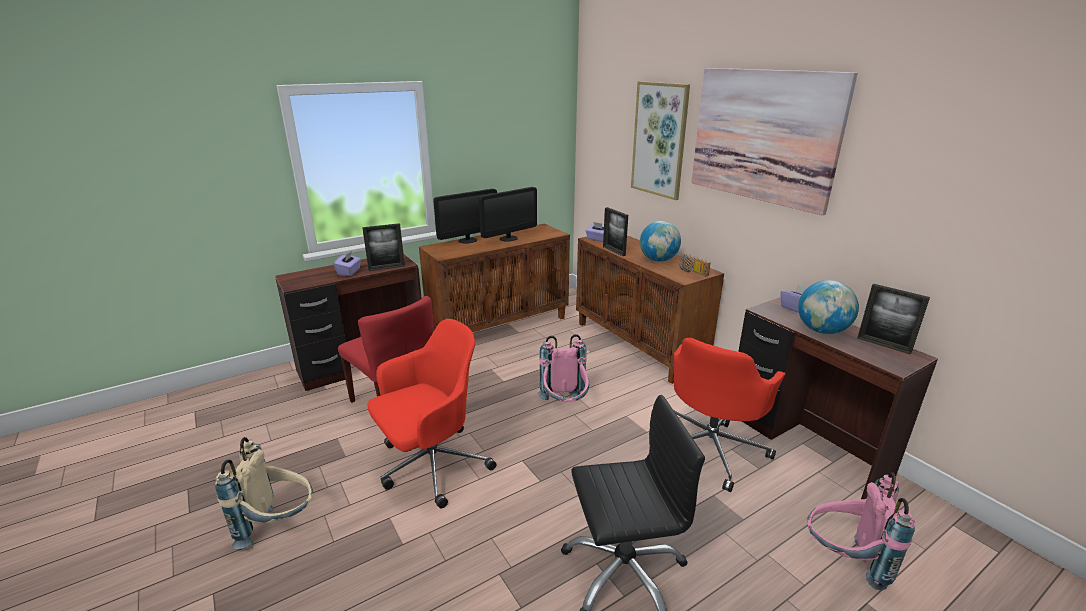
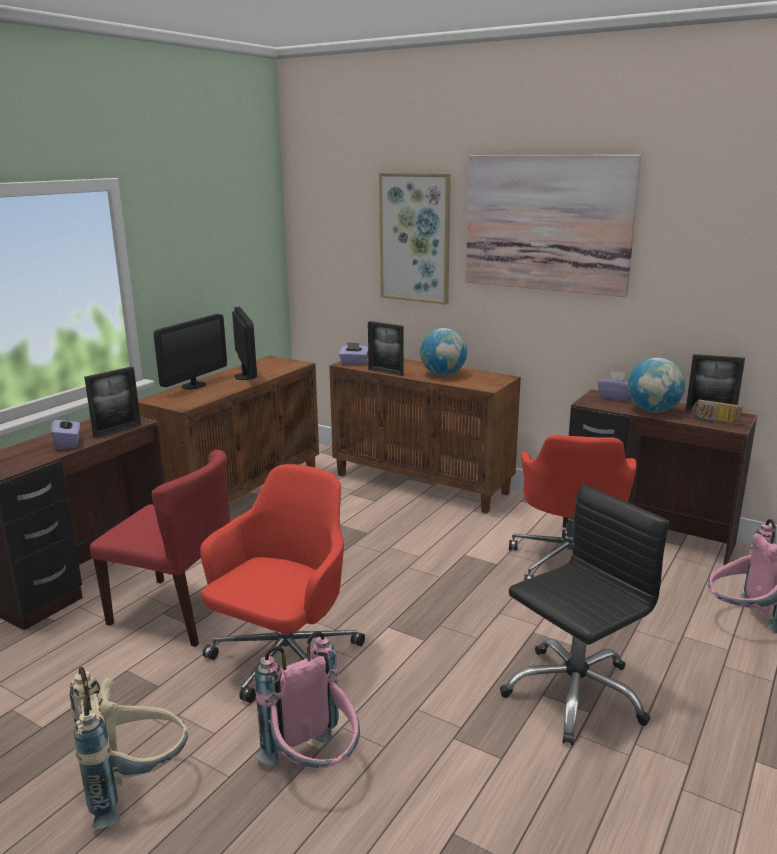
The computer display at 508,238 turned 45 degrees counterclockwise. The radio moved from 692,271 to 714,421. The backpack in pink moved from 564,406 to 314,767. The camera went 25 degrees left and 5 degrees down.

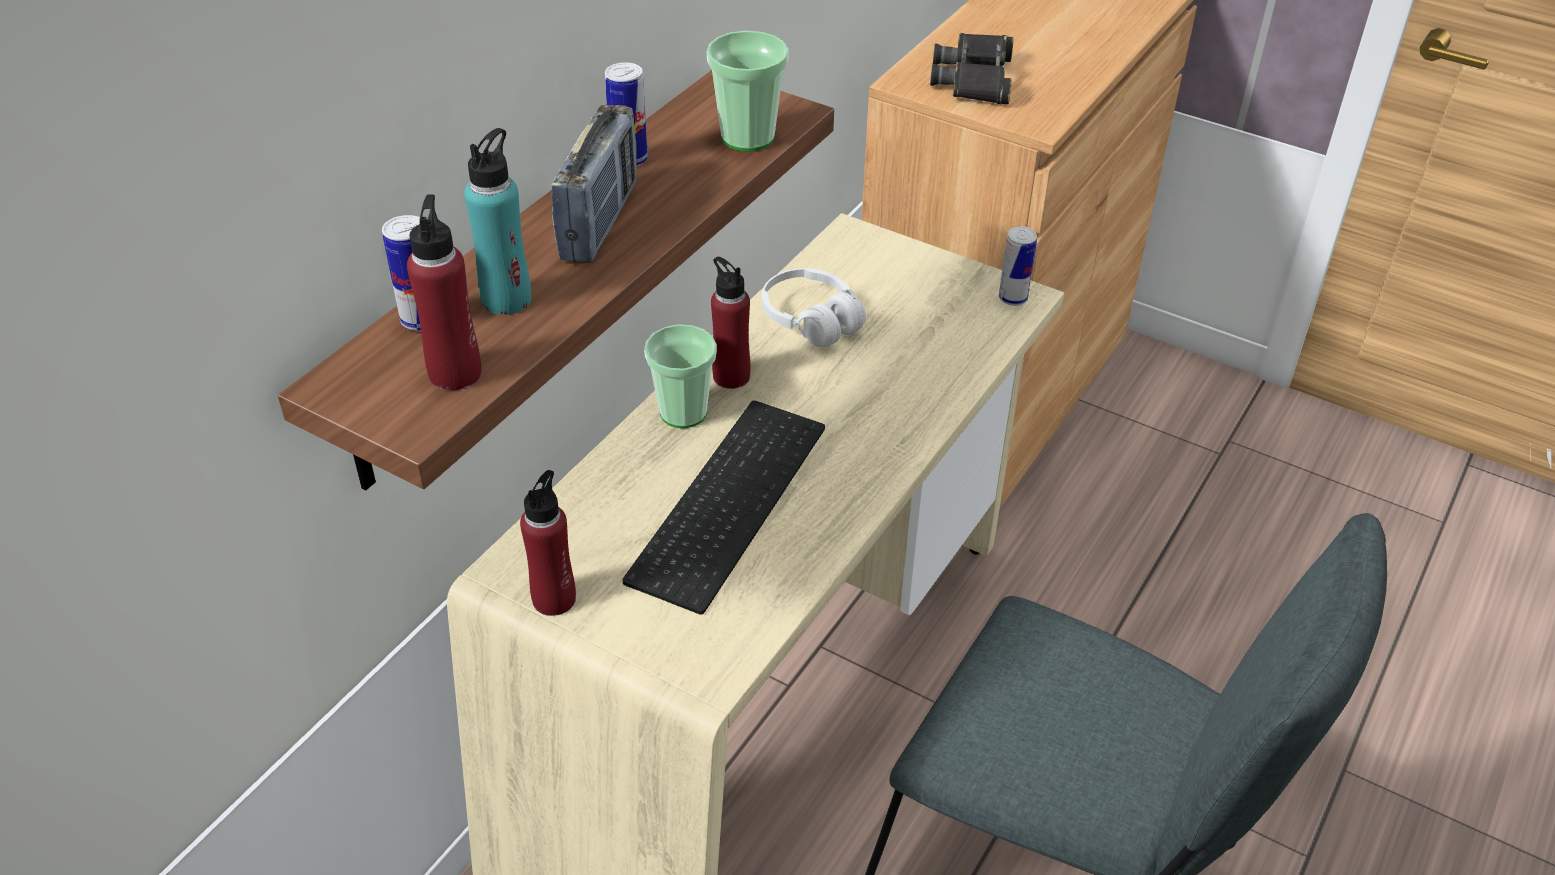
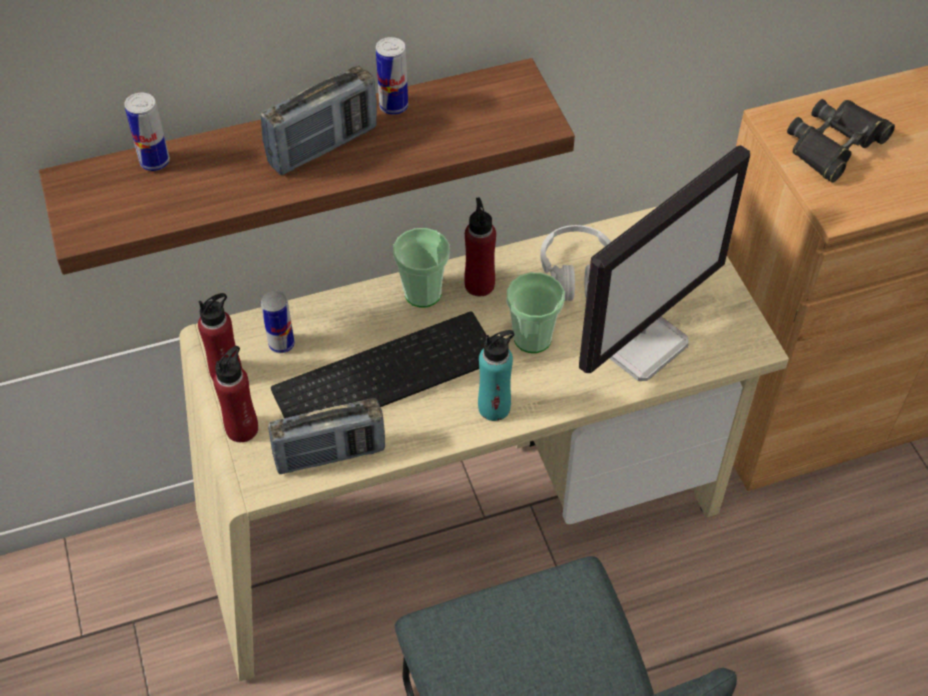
The drinking cup moved from 748,137 to 532,338. The bottle in turquoise-coloured moved from 506,299 to 494,407. The bottle in red-coloured moved from 455,373 to 242,428. The sealed can moved from 1013,298 to 281,344. The computer display at 640,341 appeared. The radio at 330,455 appeared. The camera went 40 degrees right and 10 degrees up.

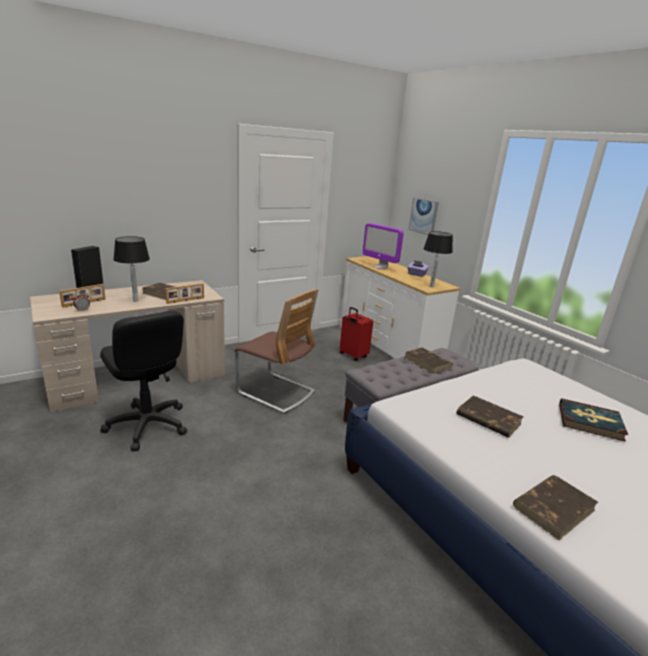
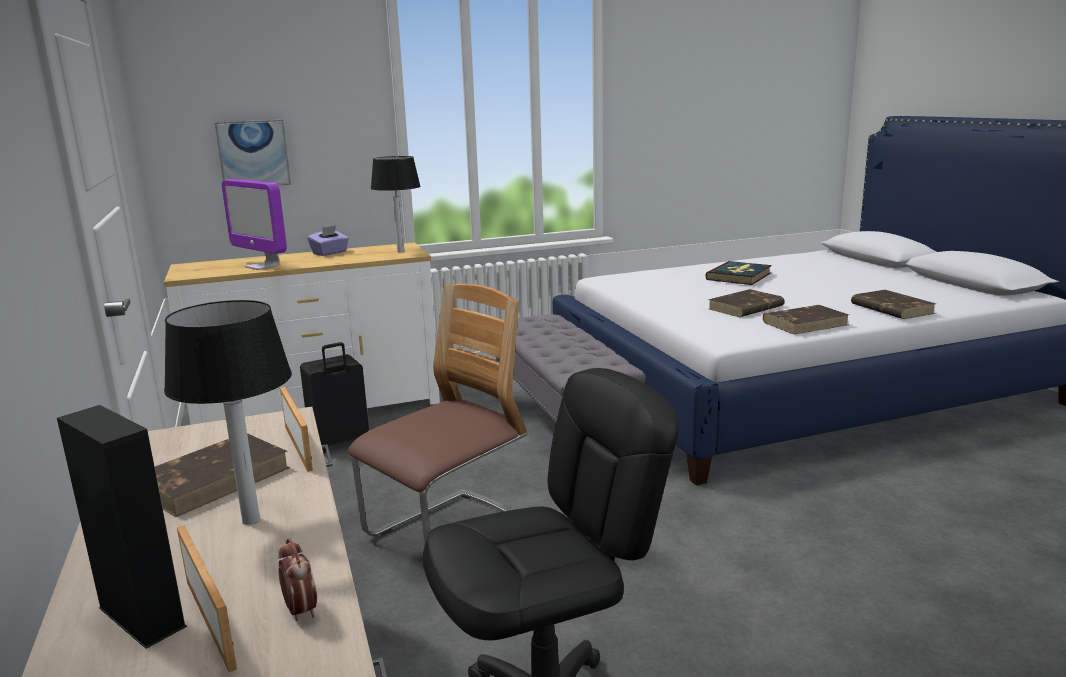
The computer display at 379,267 turned 75 degrees clockwise. The piece of luggage in red-coloured at 352,356 became the piece of luggage in black-coloured at 339,444. The volume in brown moved from 428,362 to 805,323. The camera went 75 degrees left and 5 degrees down.

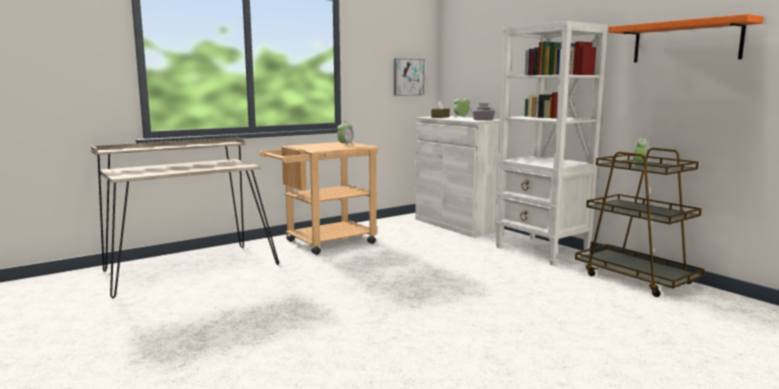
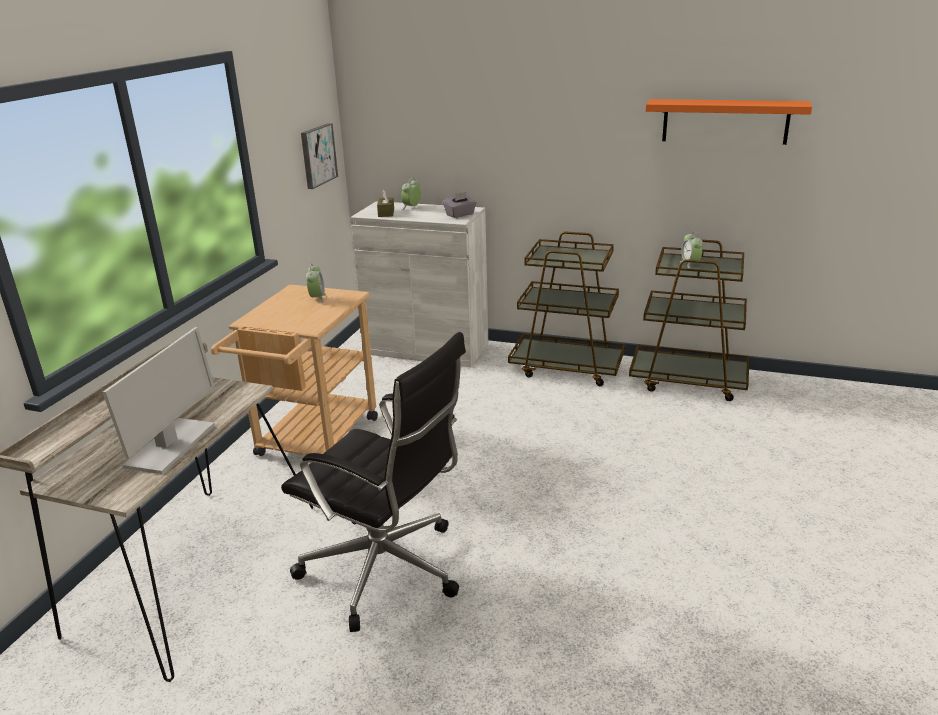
The bookcase in white at 542,251 was replaced by the trolley in brown at 567,367. The computer display at 171,446 appeared. The computer chair in black-coloured at 386,570 appeared. The camera went 35 degrees left and 15 degrees up.

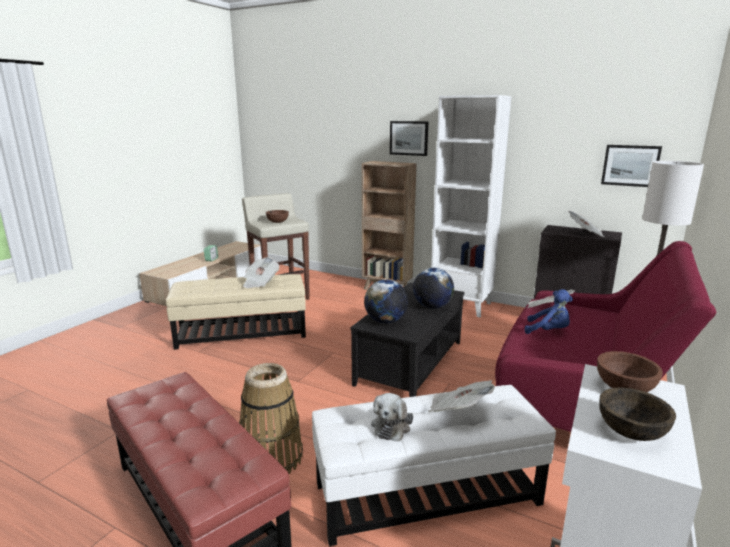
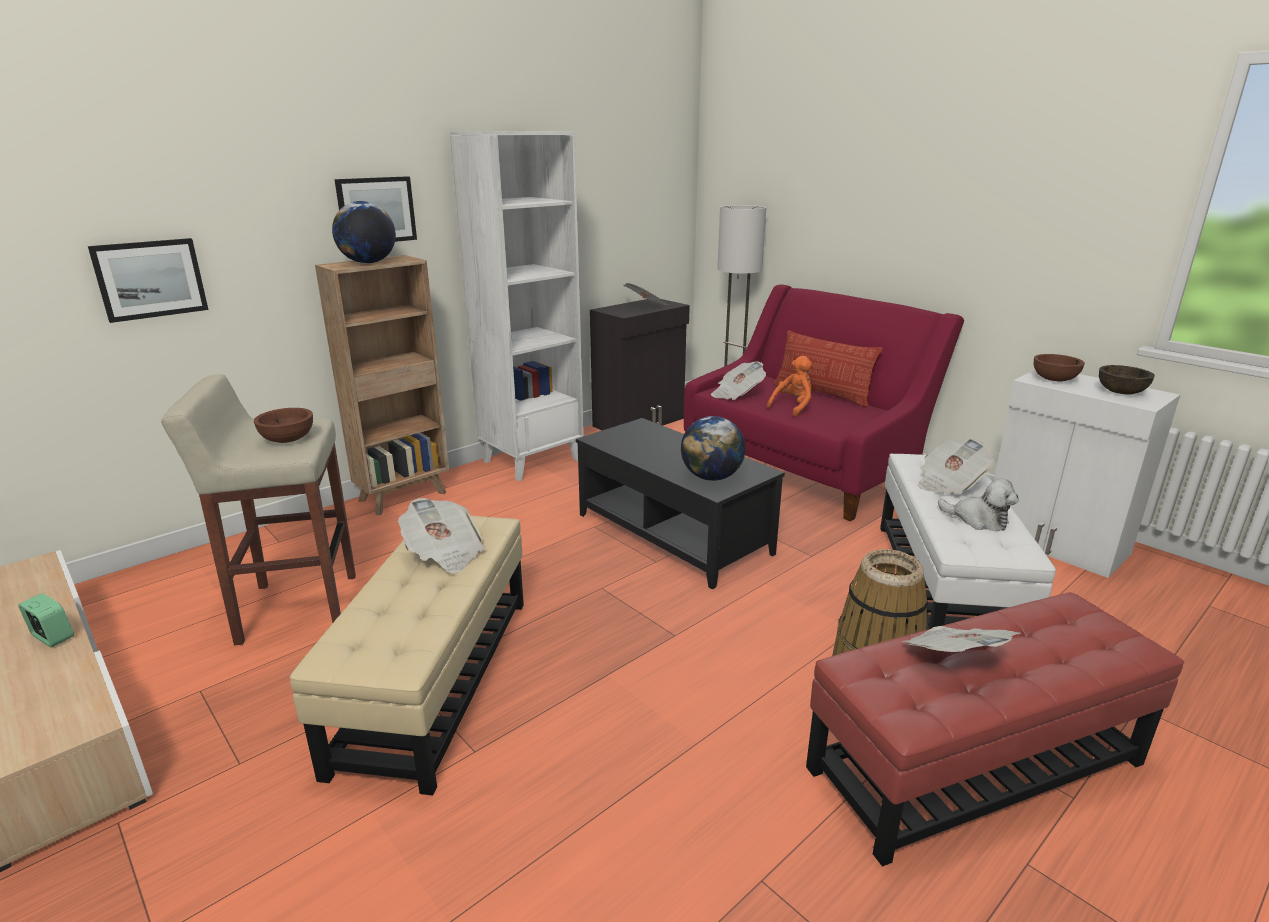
The wall art moved from 630,165 to 150,279. The desk globe moved from 432,306 to 368,263. The plush toy in blue-coloured at 548,331 became the plush toy in orangey at 793,407. The pillow at 822,393 appeared. The daily paper at 953,659 appeared. The camera went 70 degrees left and 5 degrees up.

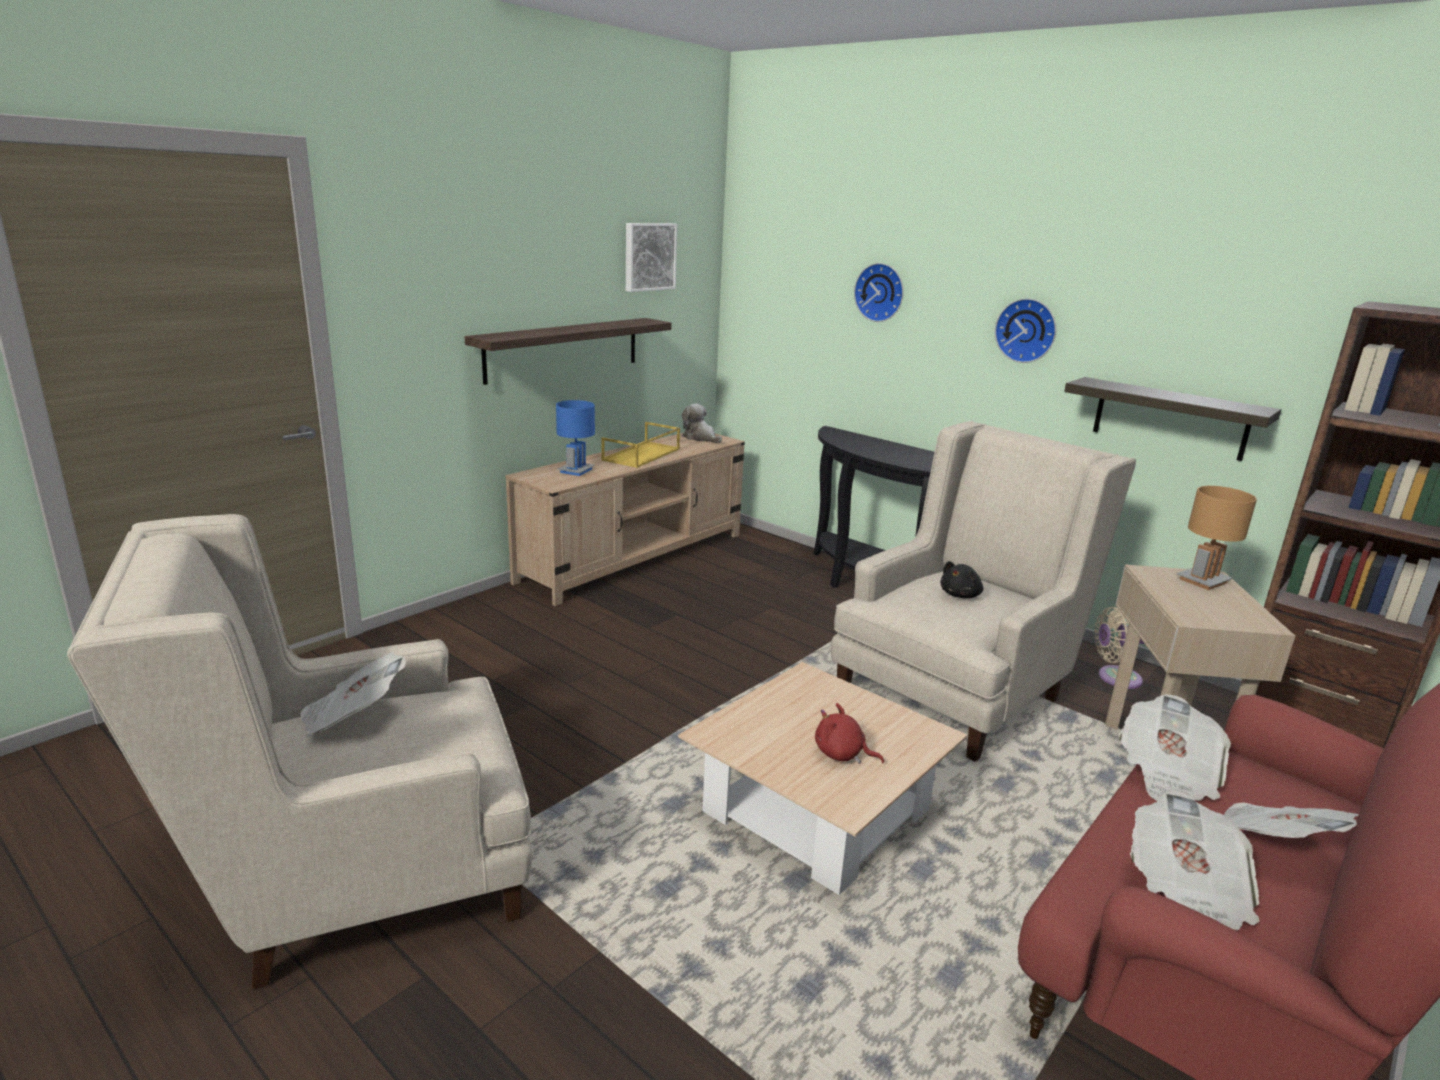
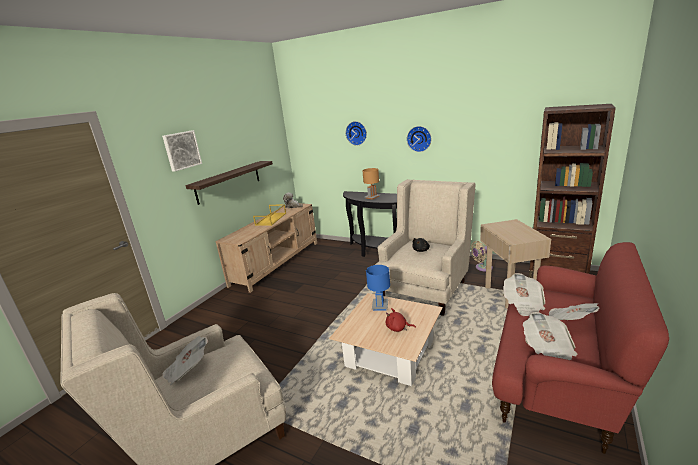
The wall art moved from 648,256 to 181,150. The wall shelf at 1170,418 disappeared. The table lamp in blue-coloured moved from 576,470 to 380,306. The table lamp in brown moved from 1202,580 to 372,197. The camera went 10 degrees left and 0 degrees up.

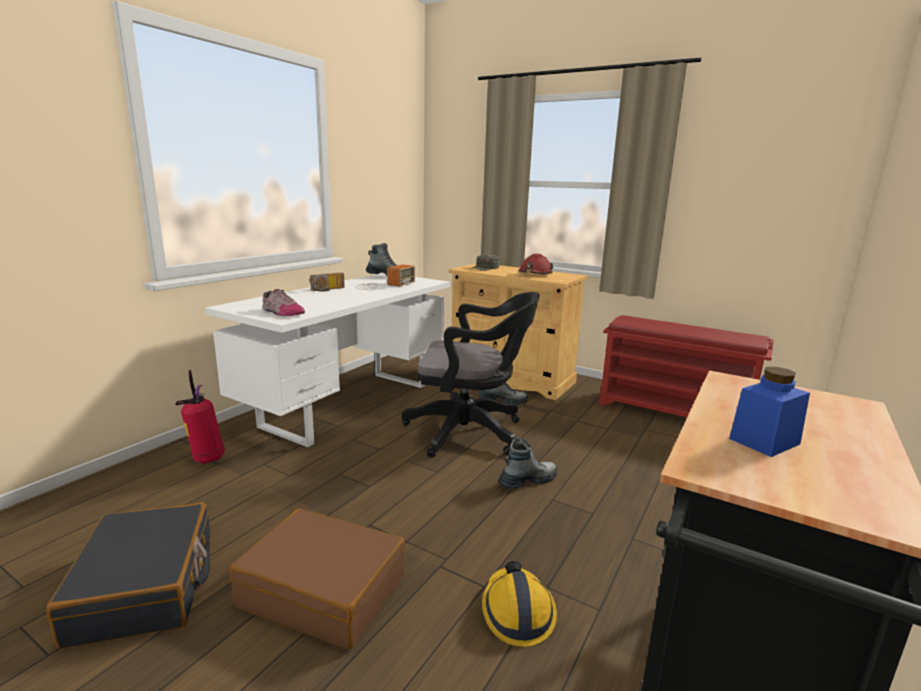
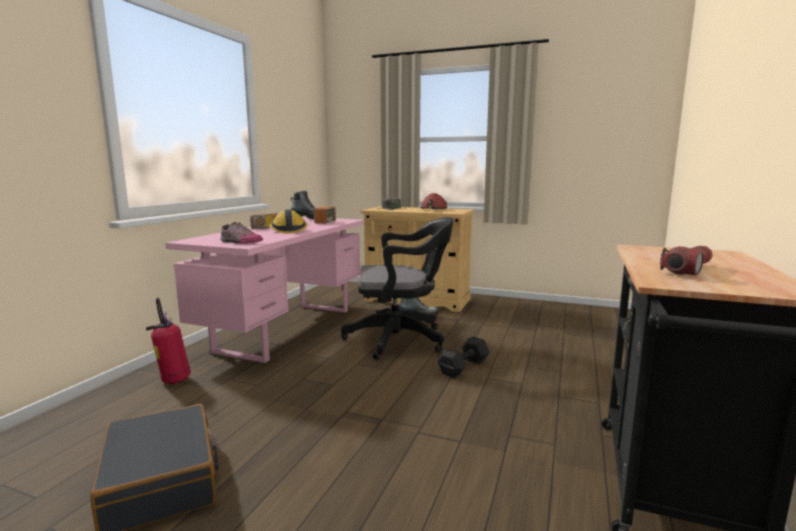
The desk unit in white at 349,404 became the desk unit in pink at 287,329. The shoe rack in red-coloured at 674,412 disappeared. The preserve jar in blue-coloured at 764,441 was replaced by the flashlight at 688,270. The high-top boot at 527,481 was replaced by the dumbbell in black-coloured at 462,368. The piece of luggage in brown at 323,591 disappeared. The hard hat moved from 517,612 to 288,230. The camera went 10 degrees left and 5 degrees down.

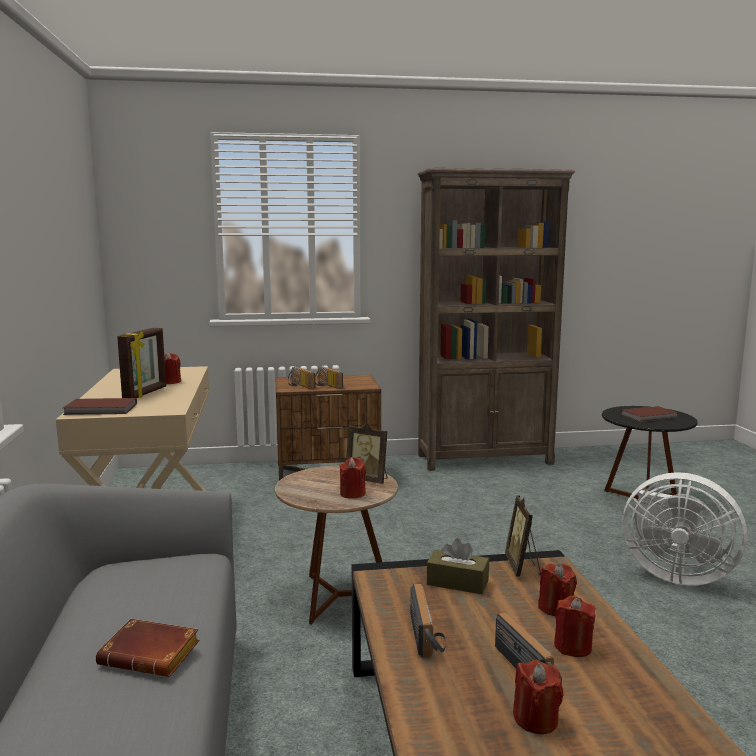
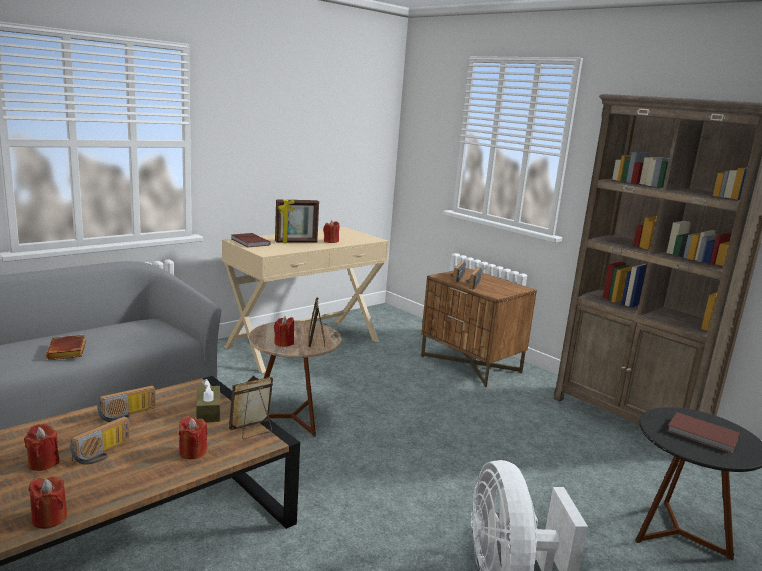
The candle in red-coloured moved from 573,647 to 49,518. The camera went 55 degrees right and 5 degrees up.

